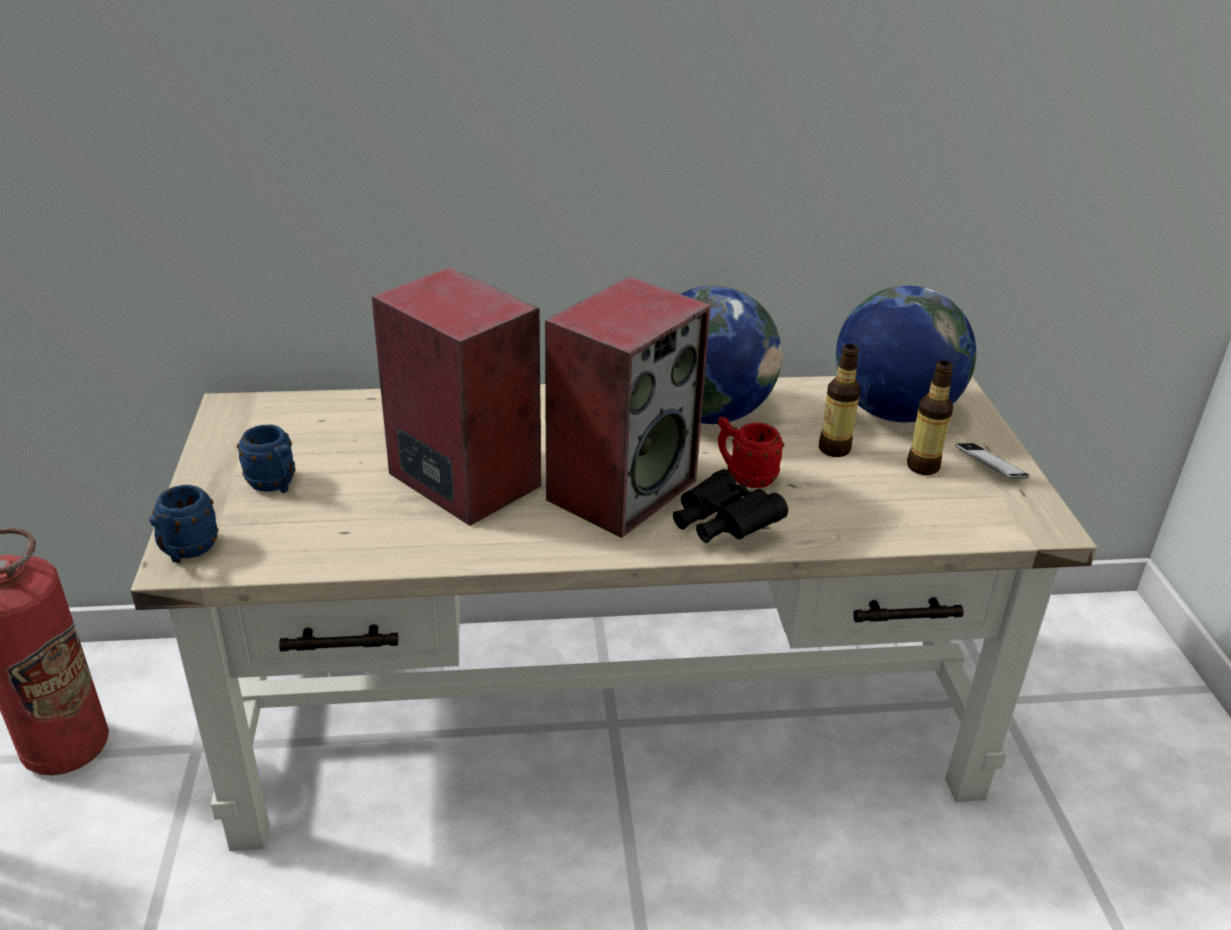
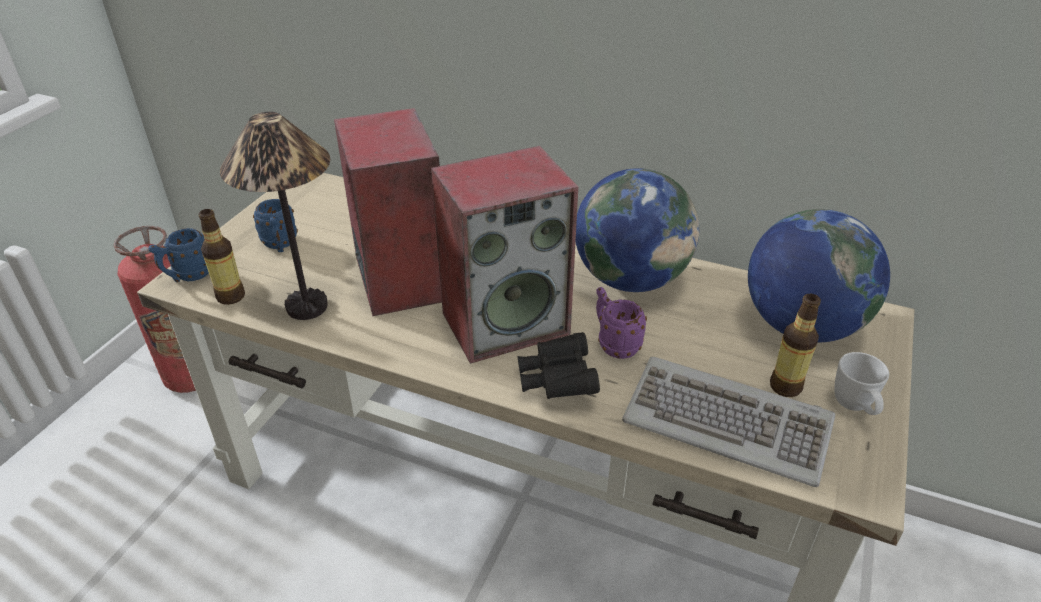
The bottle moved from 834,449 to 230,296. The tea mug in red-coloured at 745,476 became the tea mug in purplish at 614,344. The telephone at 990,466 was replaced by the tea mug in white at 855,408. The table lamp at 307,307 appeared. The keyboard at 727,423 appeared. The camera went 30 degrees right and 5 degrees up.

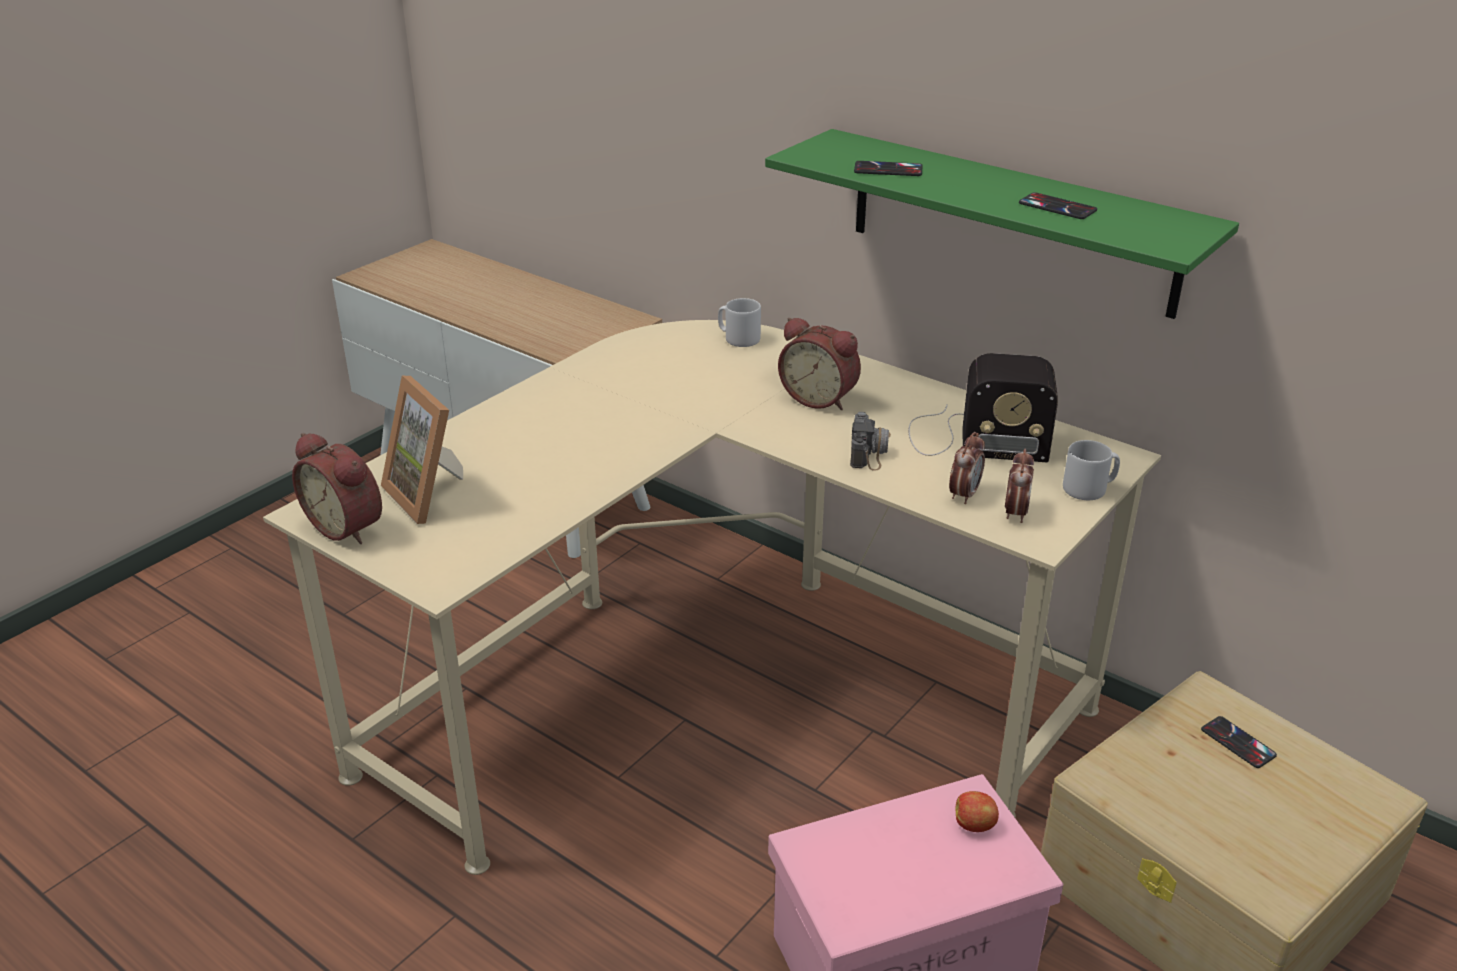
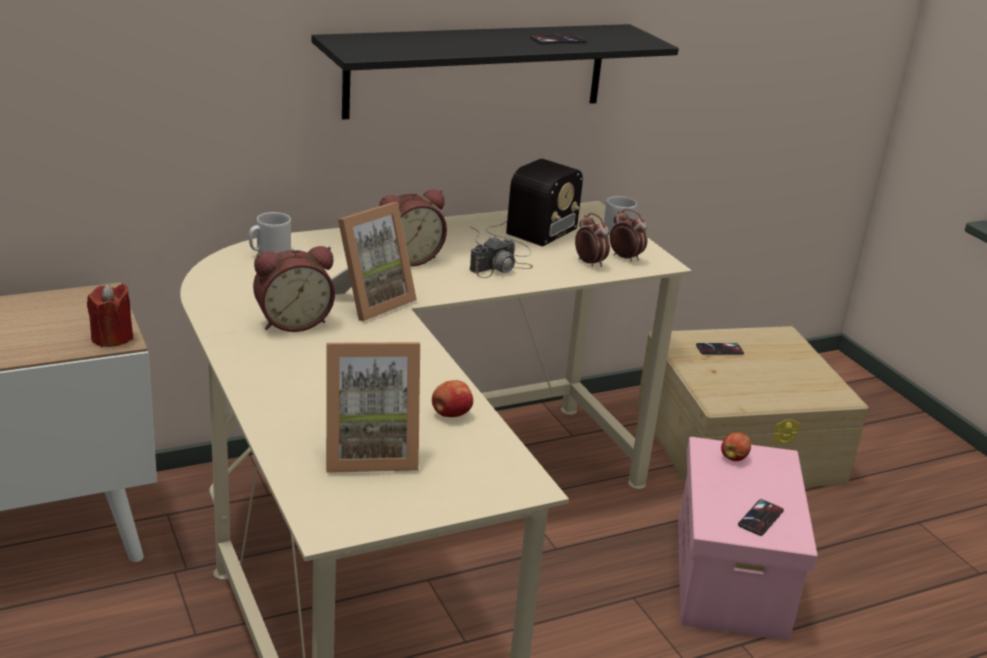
The wall shelf in green at 1011,222 became the wall shelf in black-coloured at 477,70. The telephone moved from 888,170 to 760,518. The photo camera at 870,449 turned 105 degrees clockwise. The bedside clock moved from 349,526 to 292,322. The picture frame at 369,301 appeared. The candle in red-coloured at 112,338 appeared. The whole apple at 450,414 appeared. The camera went 65 degrees left and 5 degrees down.

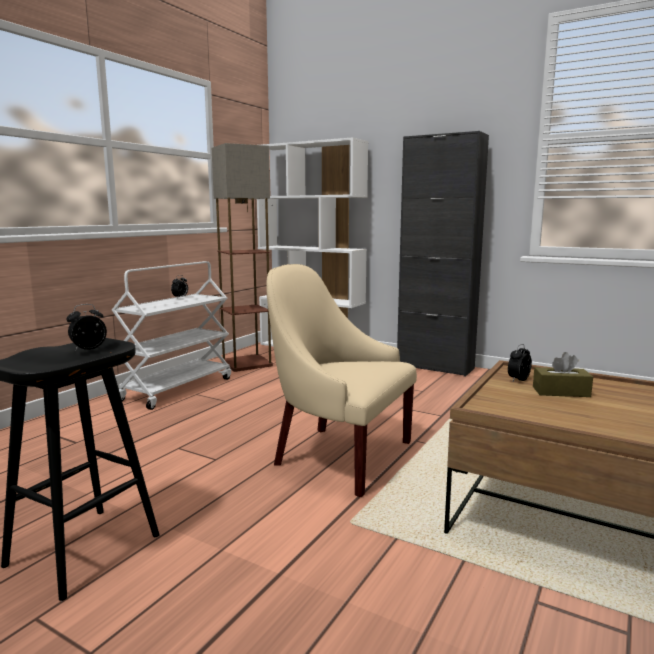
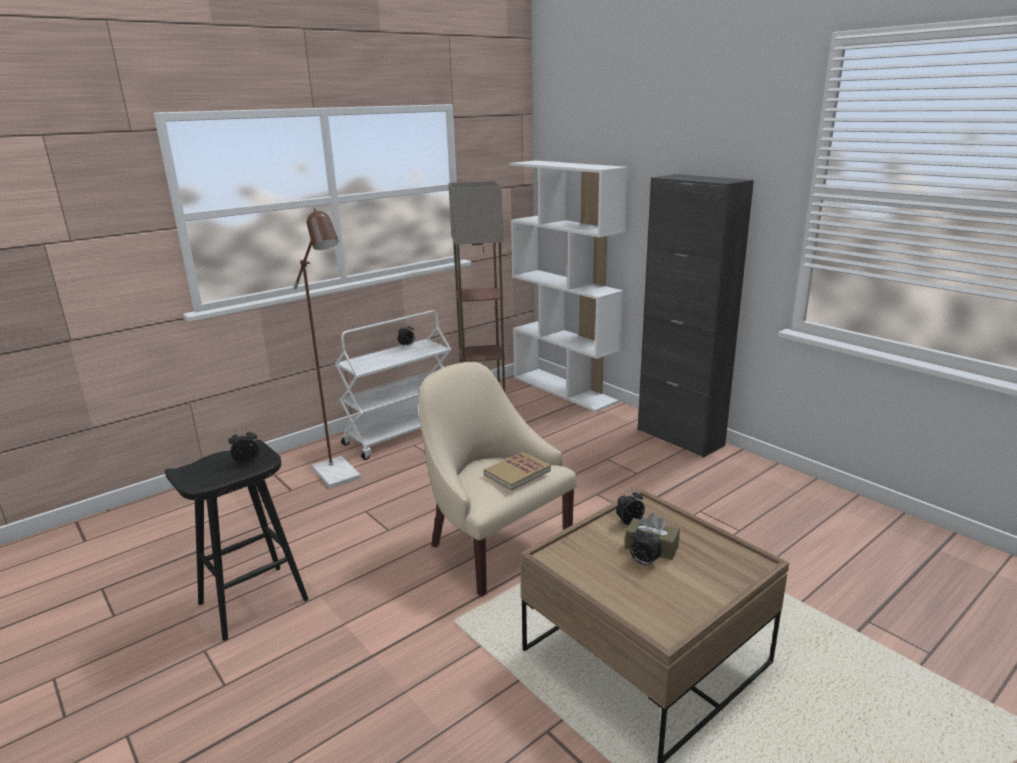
The standard lamp in brown at 340,477 appeared. The volume at 517,473 appeared. The bedside clock at 643,562 appeared. The camera went 20 degrees right and 10 degrees up.

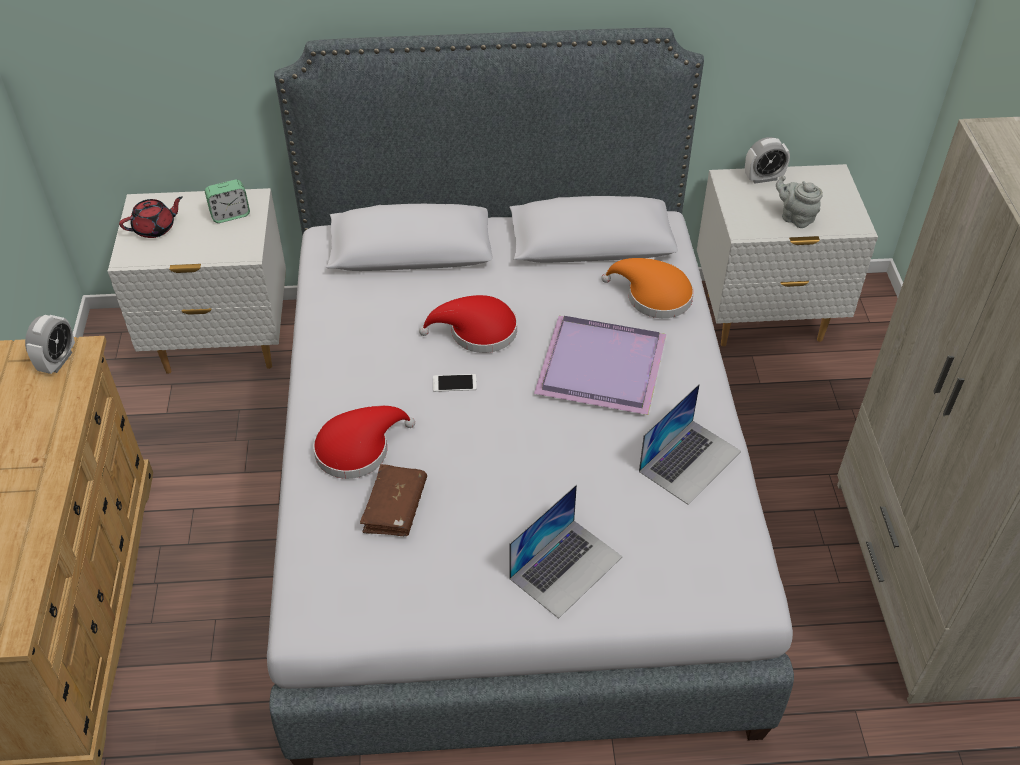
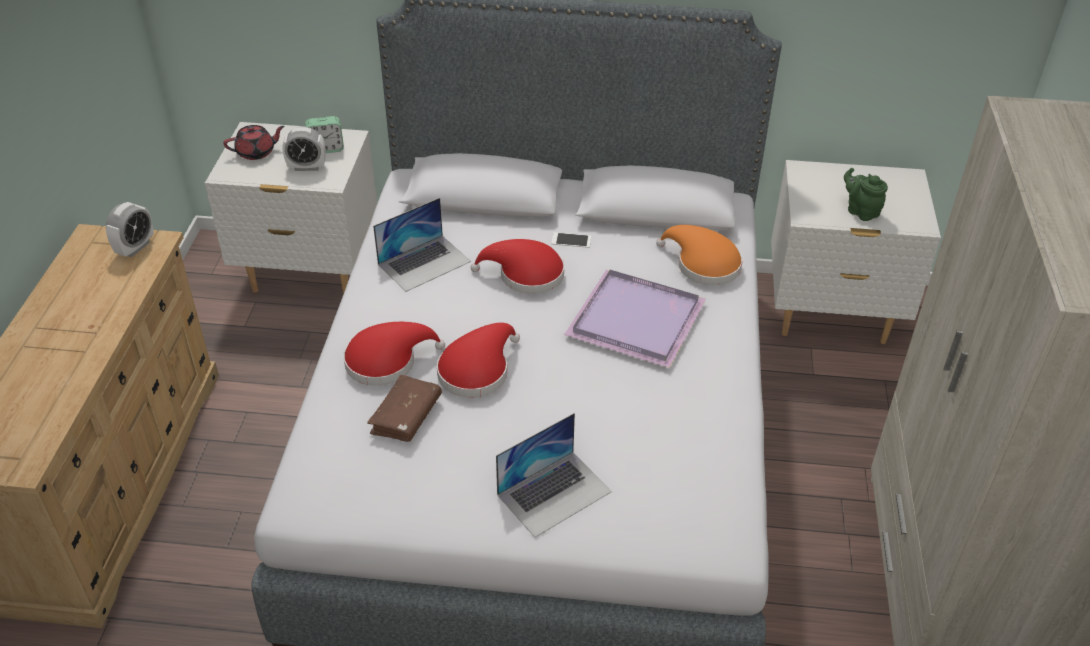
The bedside clock moved from 763,178 to 307,167. The pot for tea in greyish at 795,218 became the pot for tea in green at 860,211. The telephone moved from 454,383 to 571,240. The notebook computer moved from 690,461 to 424,262. The hat in red-coloured at 477,370 appeared. The camera went 10 degrees right and 5 degrees down.

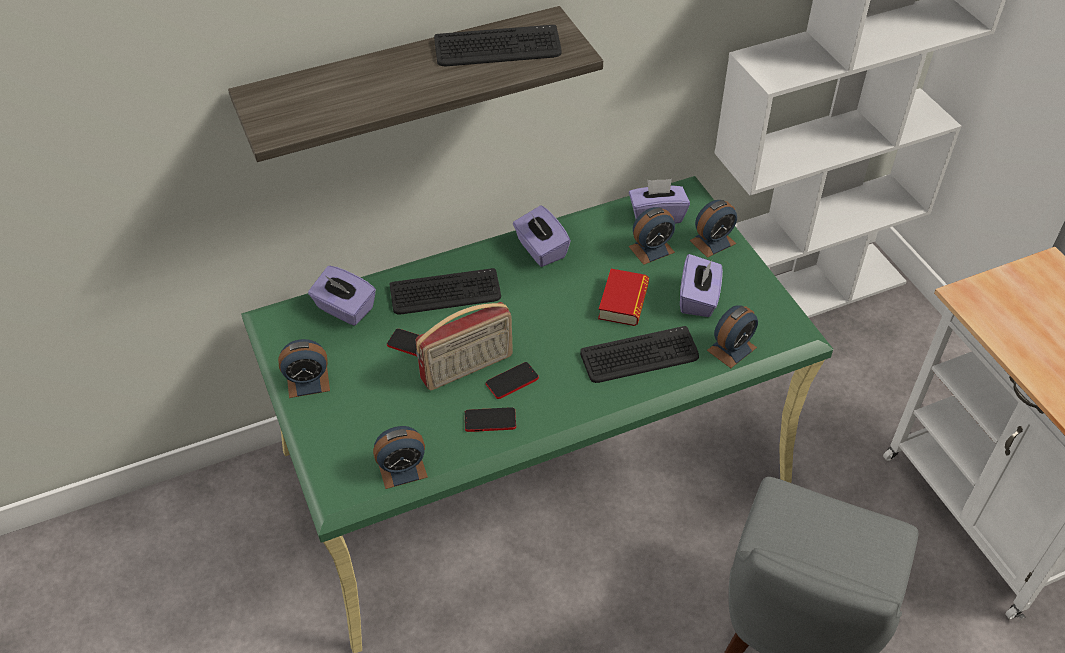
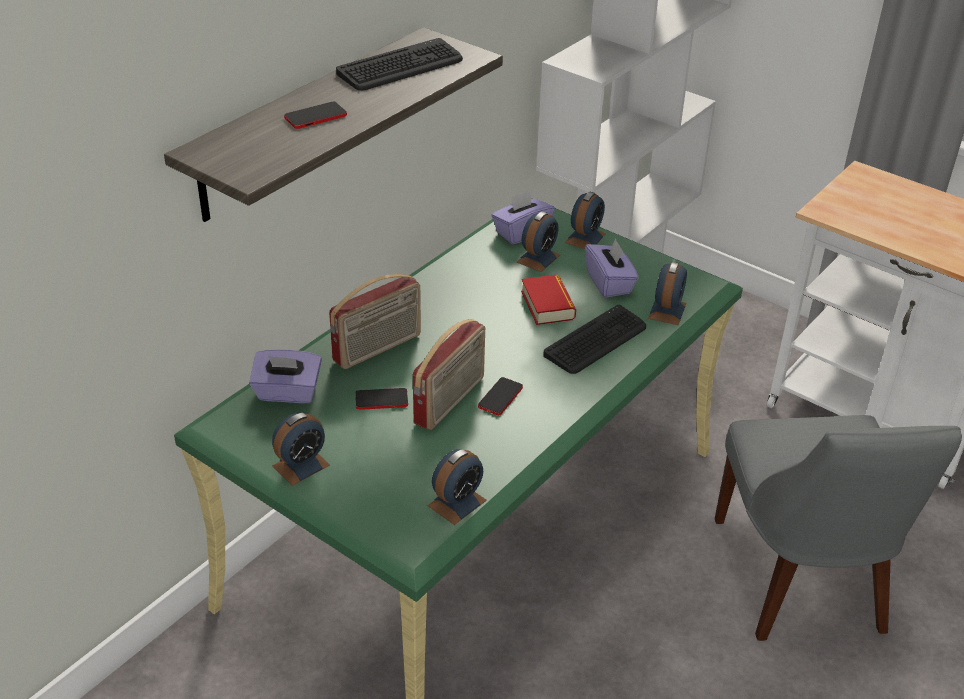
The tissue box in purplish at 540,249 disappeared. The keyboard at 445,293 was replaced by the radio at 378,348. The telephone moved from 490,420 to 315,116. The camera went 30 degrees left and 10 degrees down.

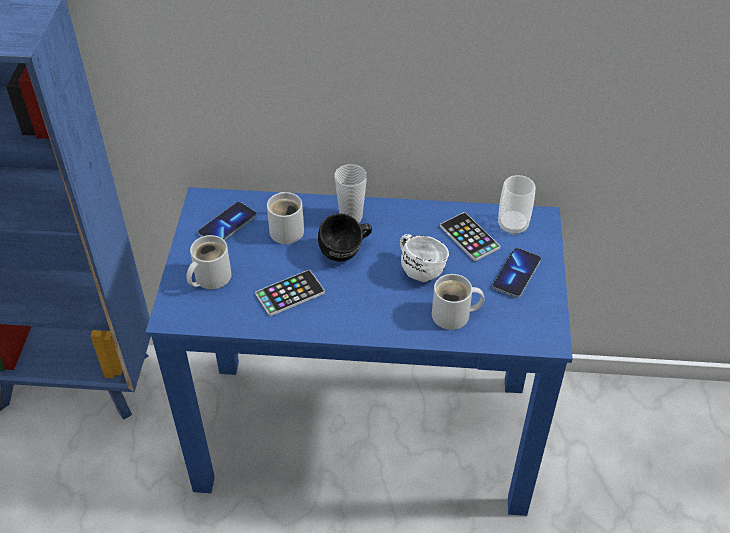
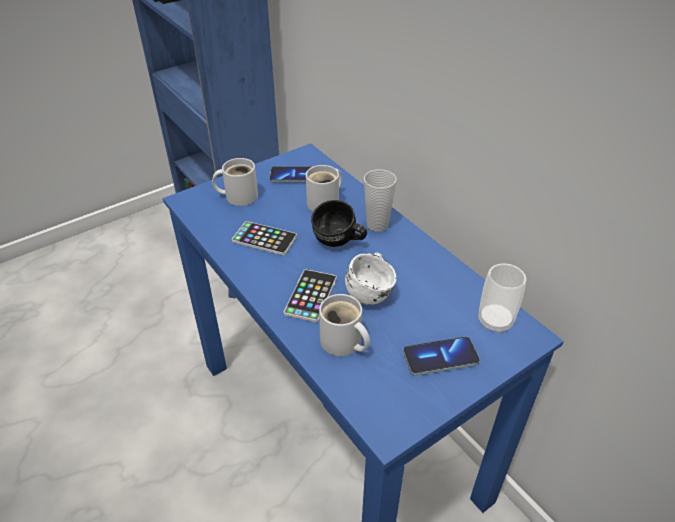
The telephone moved from 469,237 to 311,296. The camera went 50 degrees right and 5 degrees down.

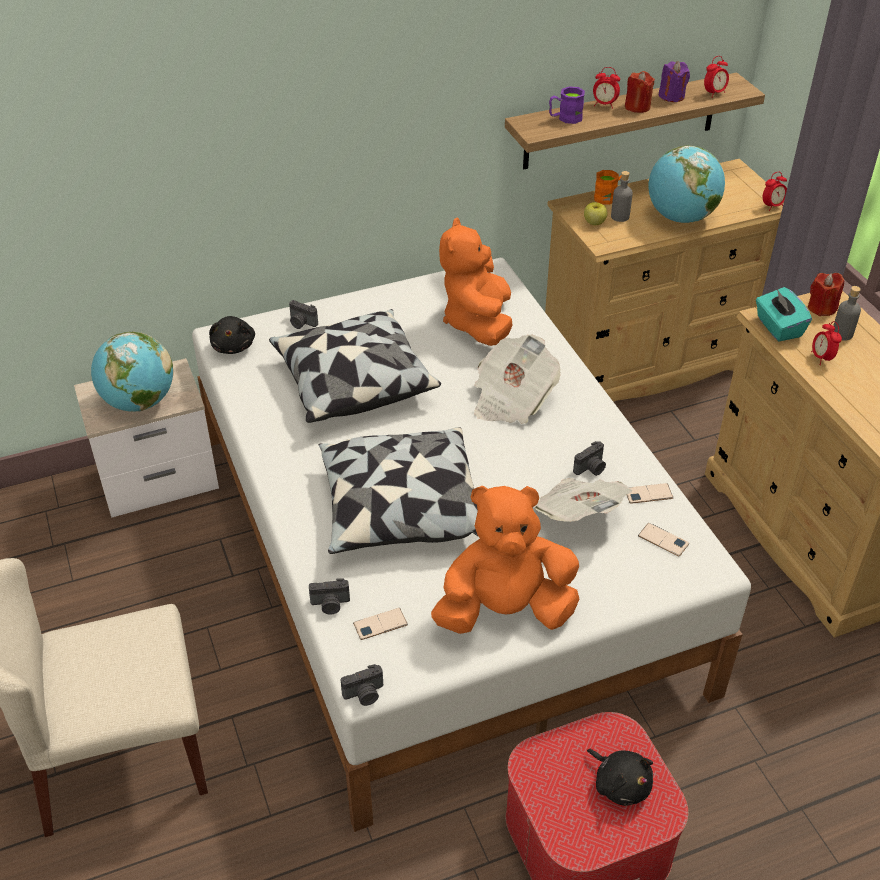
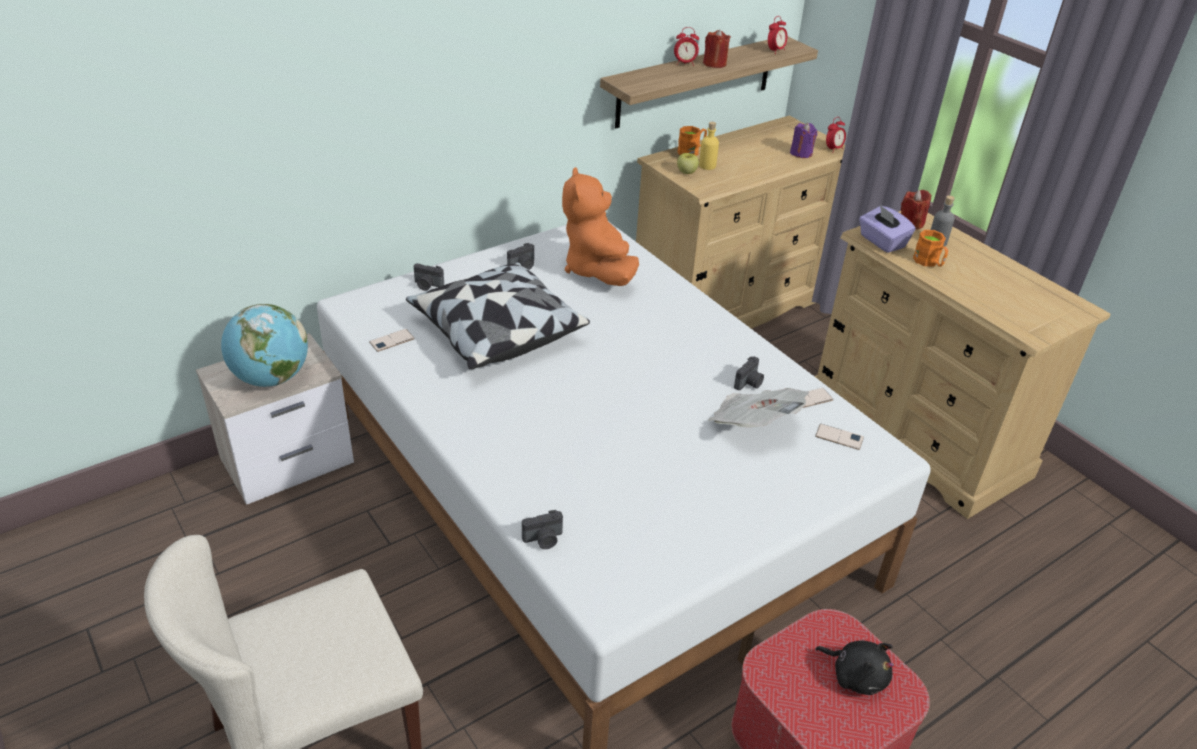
The candle in purplish moved from 671,96 to 801,153. The tea mug in purplish at 565,118 disappeared. The desk globe at 680,217 disappeared. The bottle in greyish at 620,216 became the bottle in yellowish at 707,166. The tissue box in turquoise-coloured at 778,327 became the tissue box in purplish at 881,242. The plush toy in black-coloured at 234,346 disappeared. The bedside clock at 821,358 was replaced by the tea mug in orangey at 929,262. The daily paper at 511,399 disappeared. The pillow at 399,509 disappeared. The plush toy in orangey at 505,610 disappeared. The telephone moved from 380,624 to 392,340. The photo camera moved from 364,694 to 523,266. The camera went 15 degrees left and 5 degrees down.

